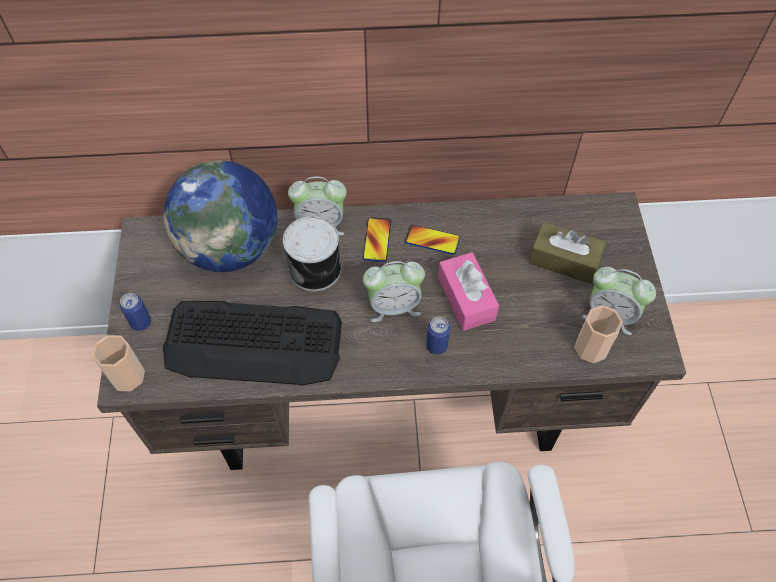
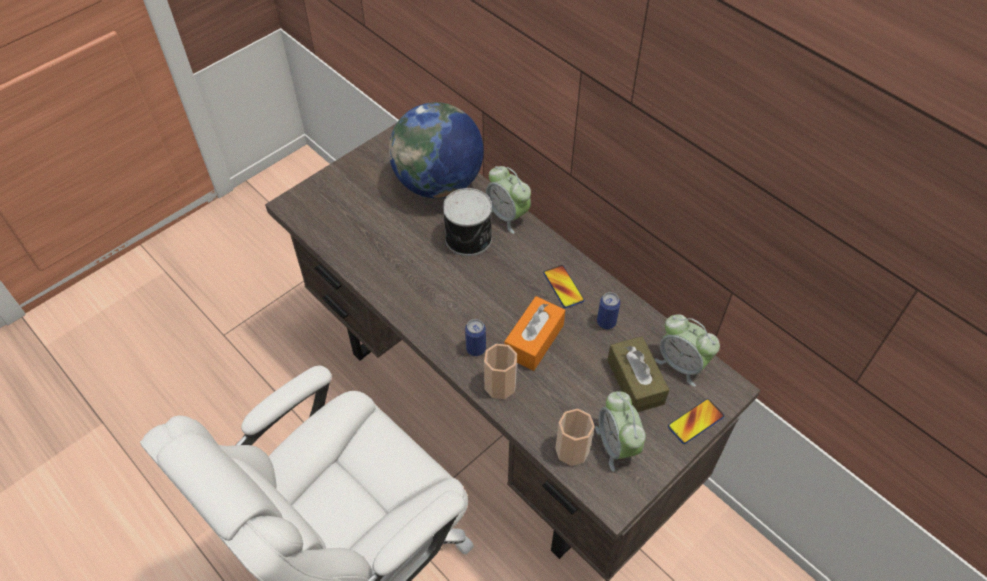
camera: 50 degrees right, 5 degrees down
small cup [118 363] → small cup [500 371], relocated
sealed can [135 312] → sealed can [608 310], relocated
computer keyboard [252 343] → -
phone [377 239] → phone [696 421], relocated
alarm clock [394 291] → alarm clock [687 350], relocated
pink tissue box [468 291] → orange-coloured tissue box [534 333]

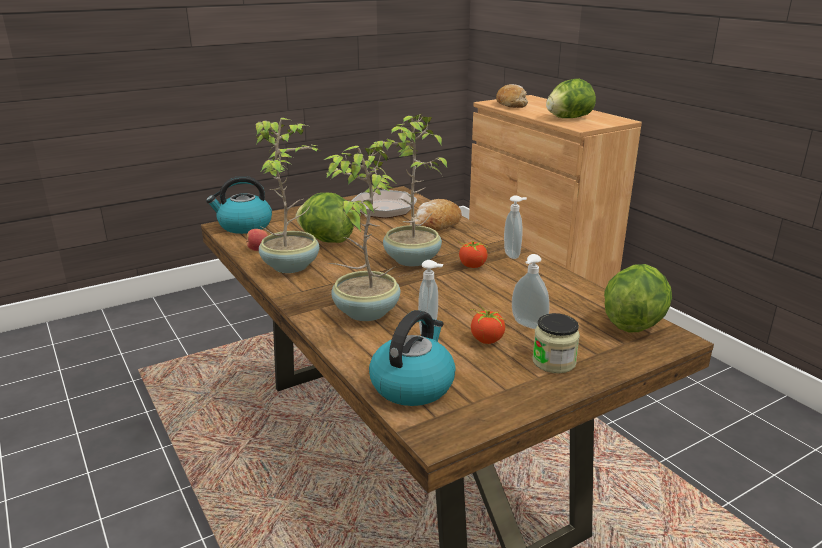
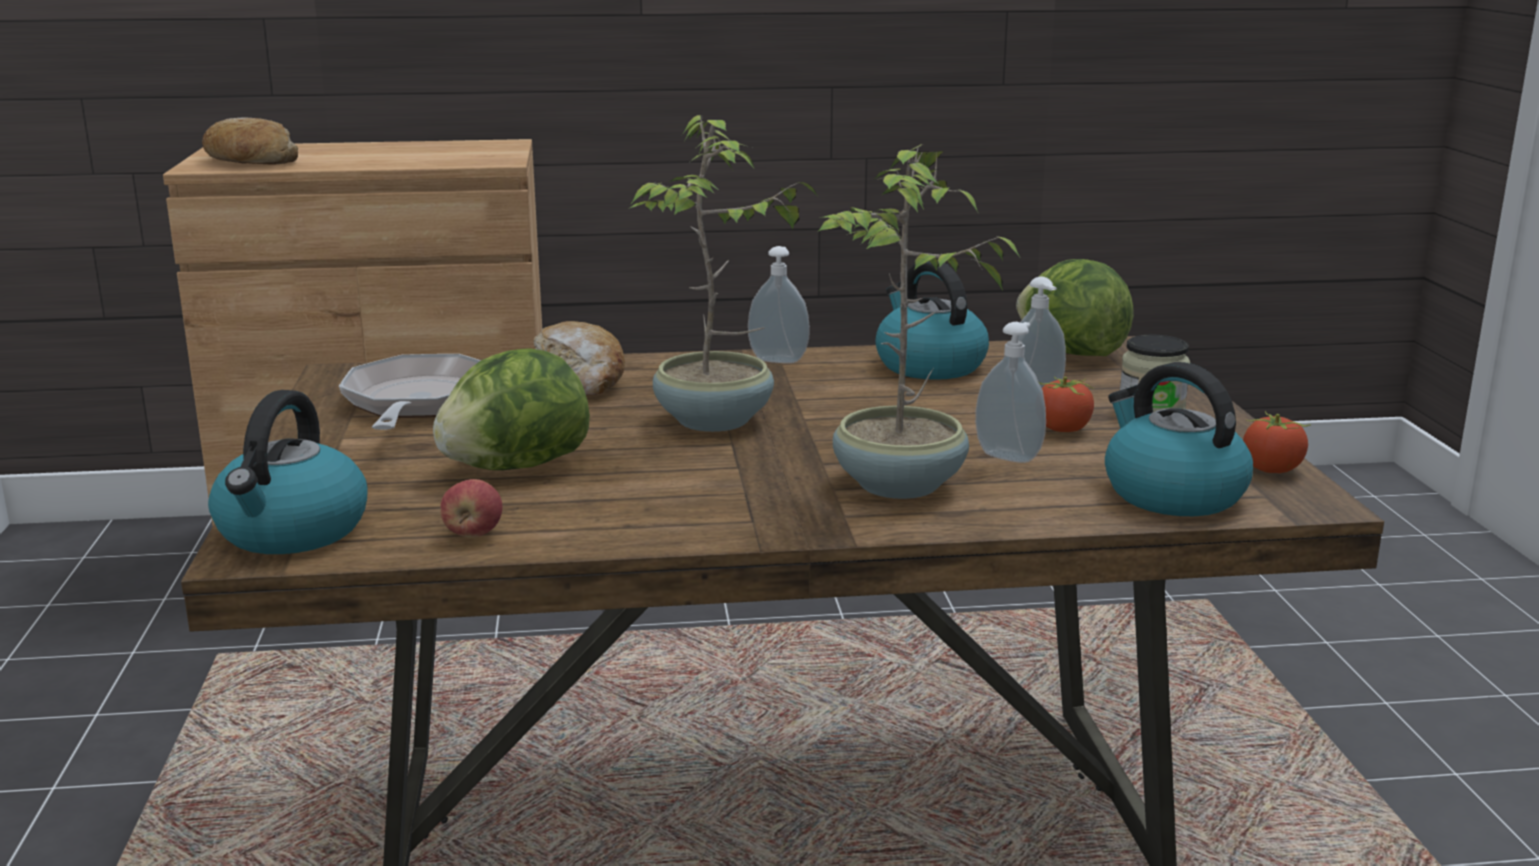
camera: 65 degrees left, 5 degrees down
potted plant [289 195] → -
tomato [473 254] → tomato [1277 442], relocated
lettuce head [571 98] → -
- → water kettle [932 320]

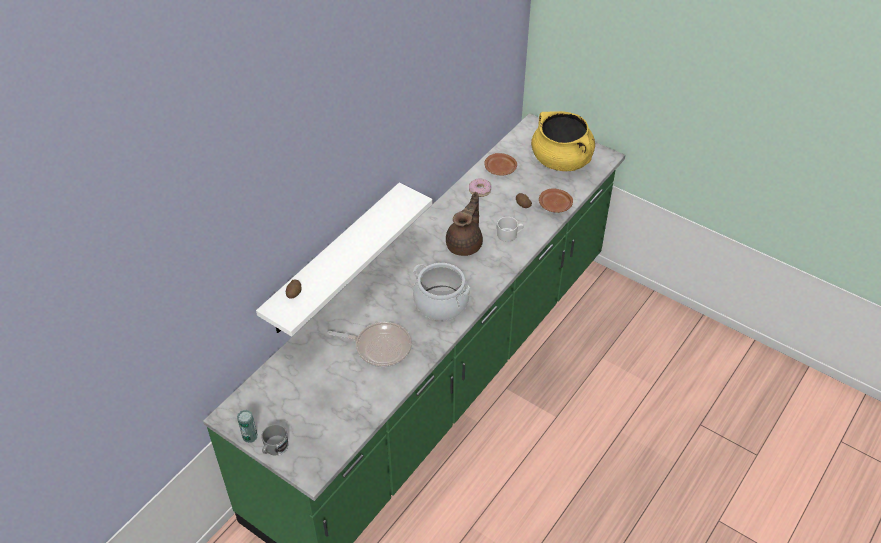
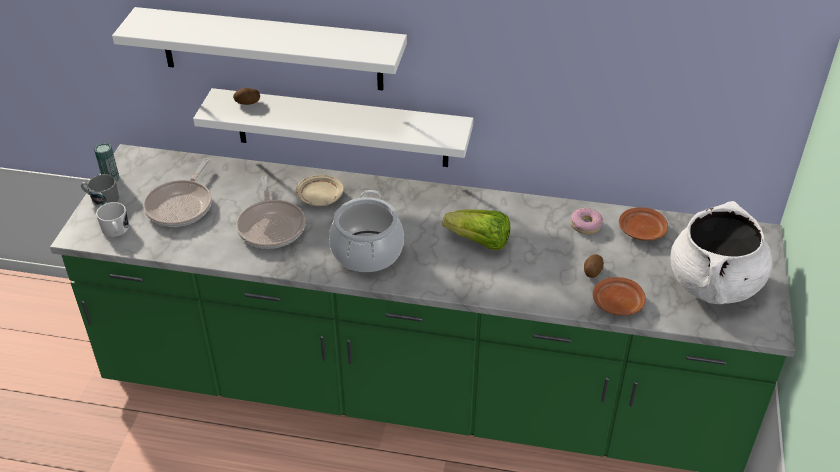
camera: 65 degrees right, 5 degrees down
brown-coloured tea pot [464 224] → lettuce head [476 230]
white tea mug [510 229] → white tea mug [112 219], relocated
yellowish stockpot [563 141] → white stockpot [721 252]
- → white wall shelf [259 48]
- → frying pan [177 192]
- → beige-coloured flat dish [320 190]

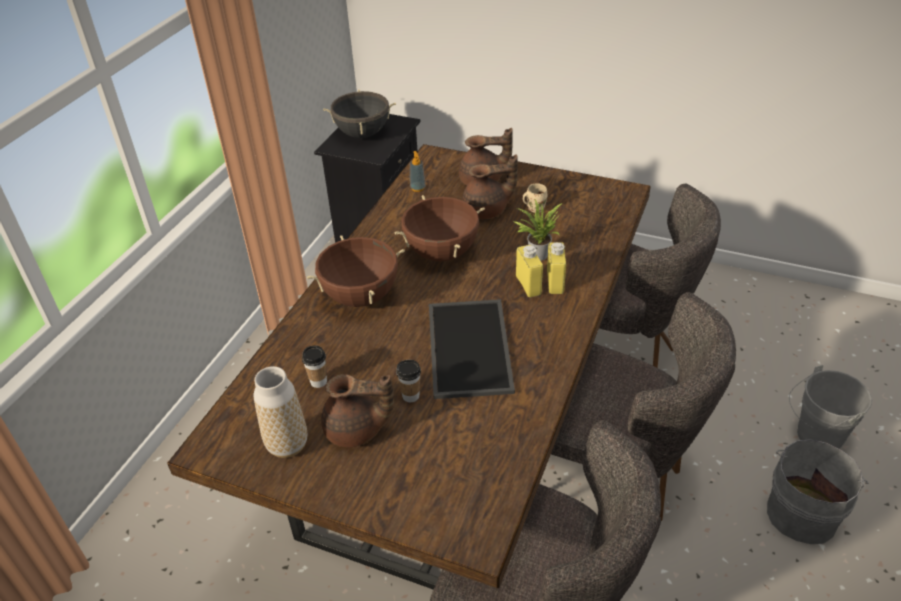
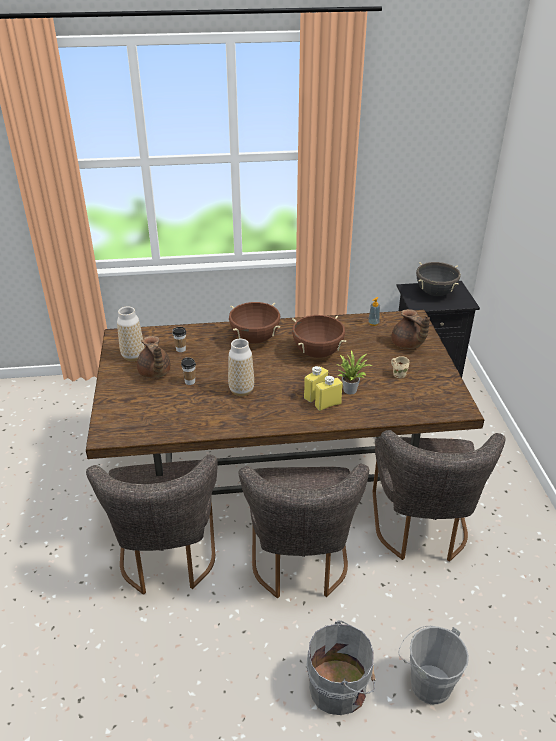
camera: 60 degrees right, 5 degrees down
carrying tray [472 349] → flower vase [241 367]
brown-coloured tea pot [490 186] → -

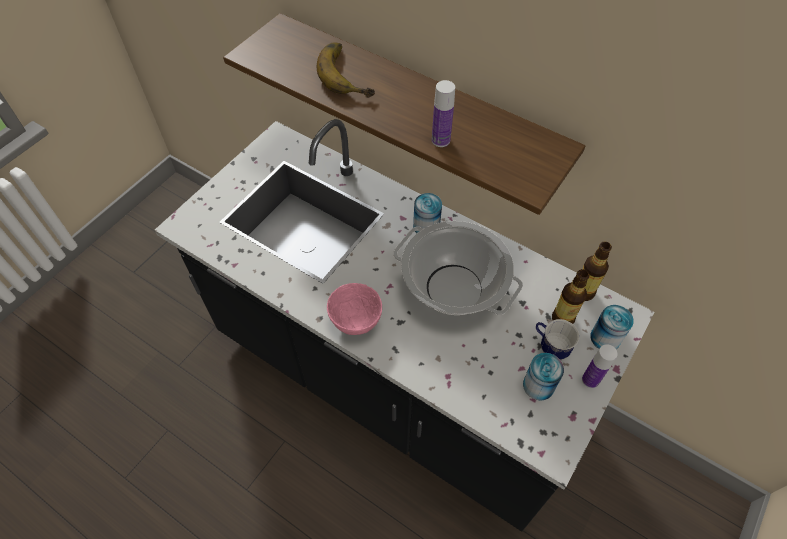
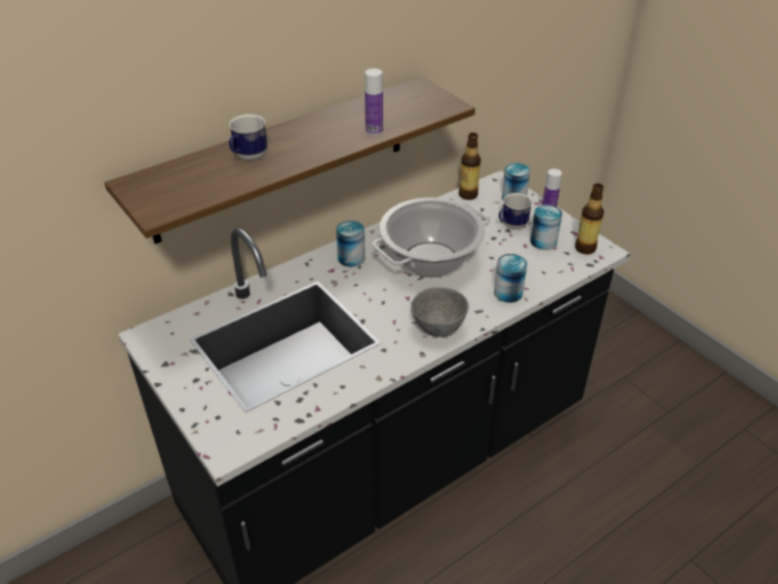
camera: 70 degrees left, 15 degrees down
banana [346 70] → tea mug [248 137]
pink bowl [354 309] → gray bowl [440 312]
drink bottle [570 296] → drink bottle [589 218], relocated
- → sealed can [510 278]

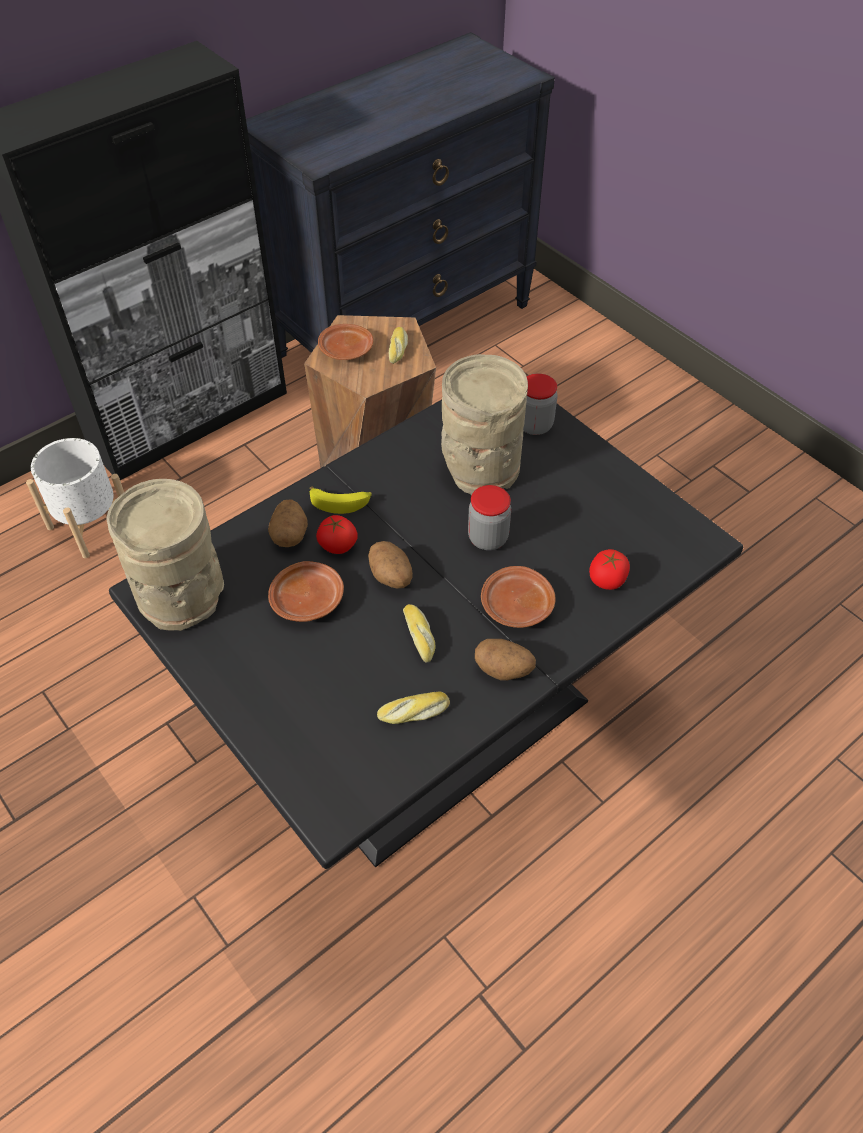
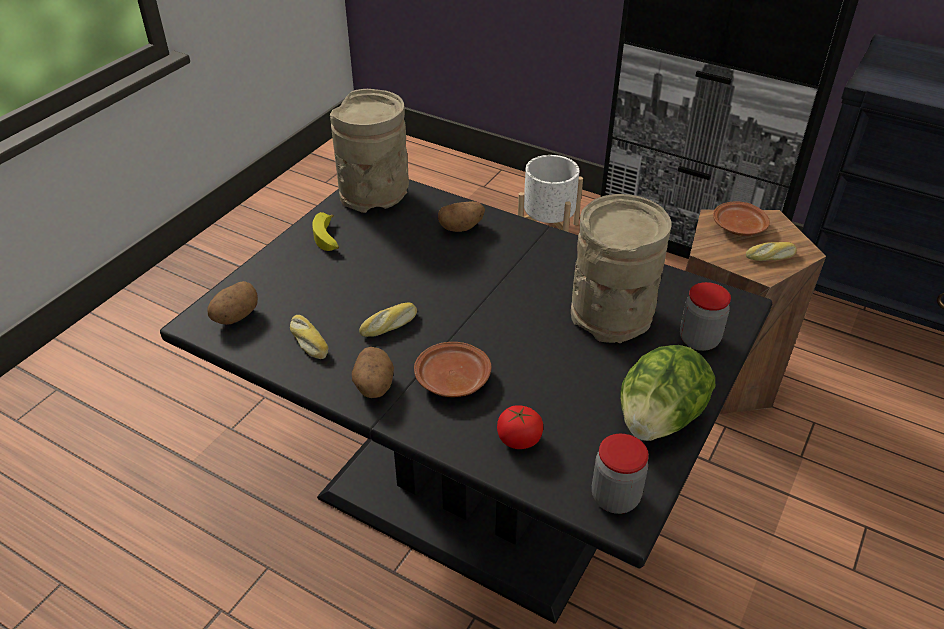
camera: 70 degrees right, 10 degrees down
brown-coloured flat dish [306 591] → -
banana [341 500] → banana [325 231], relocated
tomato [337 534] → -
potato [390 565] → potato [233 303], relocated
preserve jar [489 517] → preserve jar [620 474], relocated
- → lettuce head [667 393]

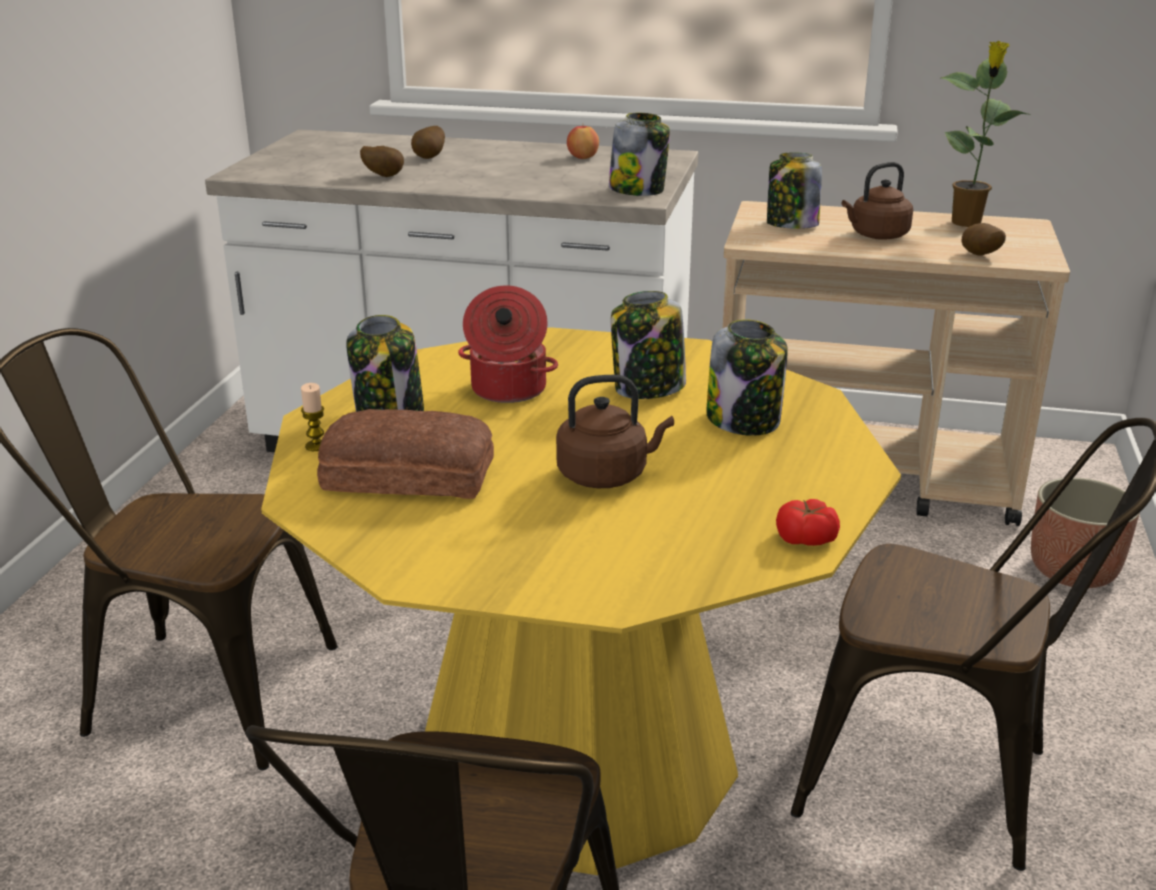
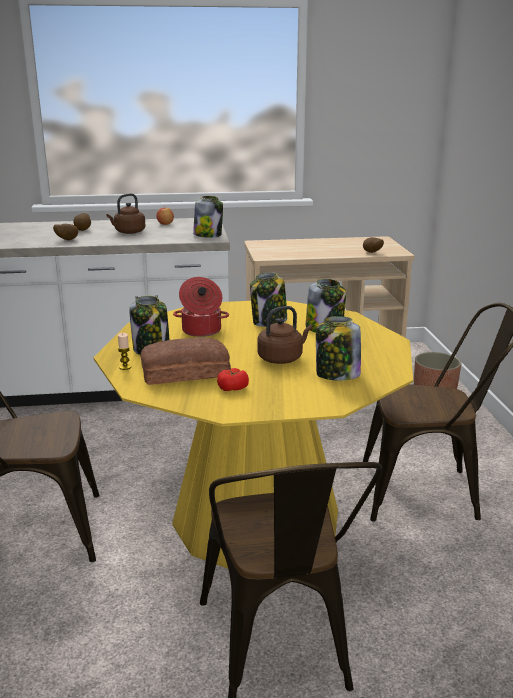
camera: 20 degrees left, 5 degrees down
preserve jar [794 191] → preserve jar [338 348], relocated
tomato [808 522] → tomato [233 379], relocated
brown-coloured water kettle [877 201] → brown-coloured water kettle [126 213], relocated
potted plant [986 134] → -

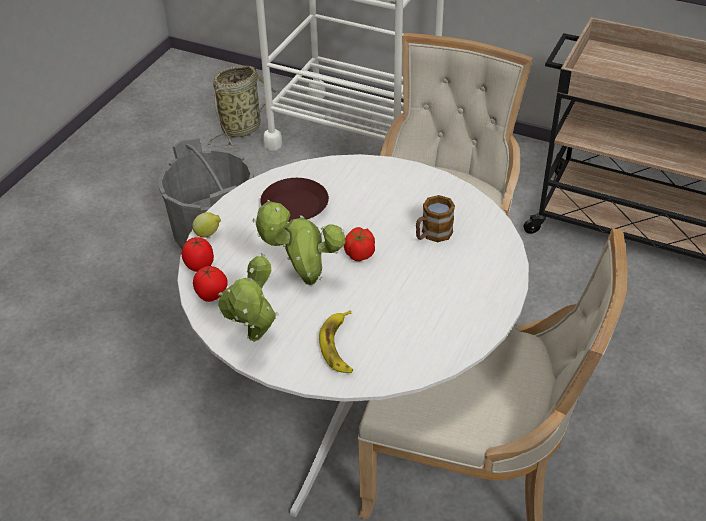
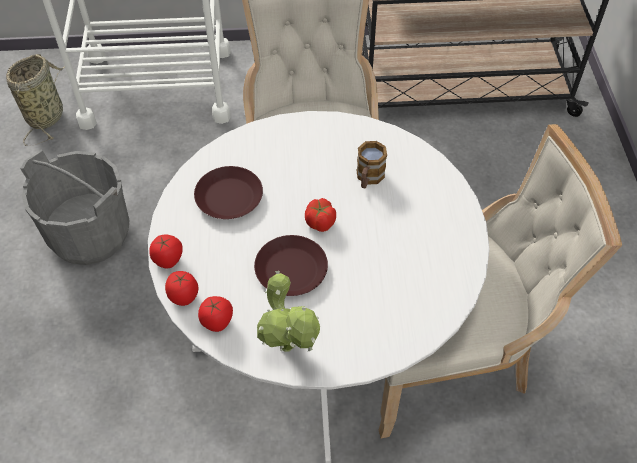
camera: 30 degrees left, 10 degrees up
citrus fruit [206 225] → tomato [166 252]
potted plant [299 242] → brown-coloured flat dish [291 265]
banana [336 342] → -

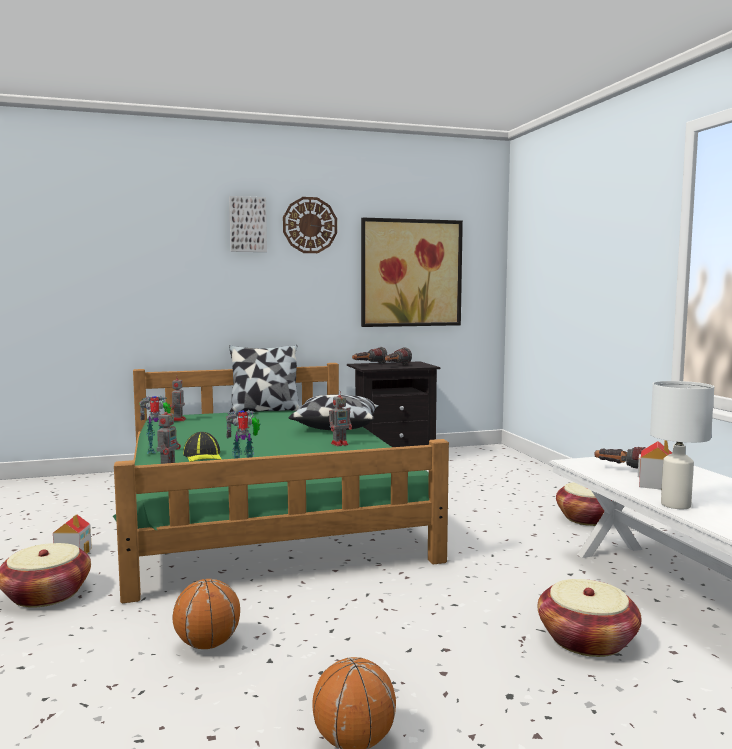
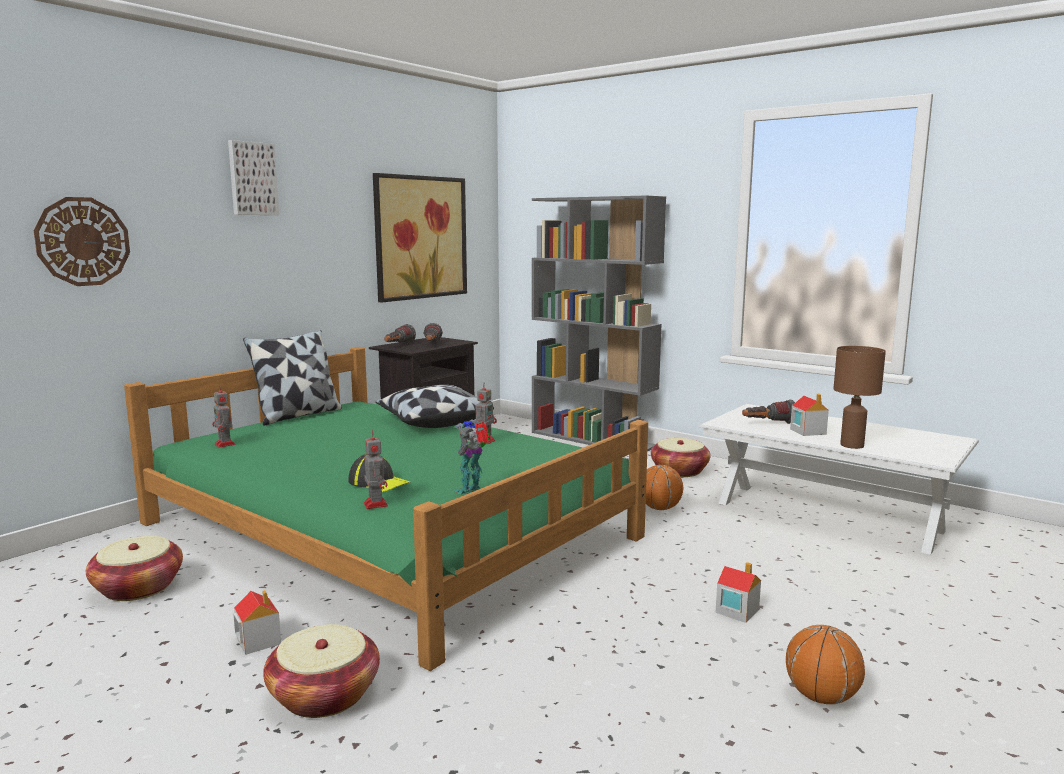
camera: 35 degrees left, 5 degrees up
model robot [155 425] → -
ball for basketball [206 614] → ball for basketball [664 487], relocated
clock on the wall [310 225] → clock on the wall [82 241], relocated
basket [589 618] → basket [134 568], relocated
white tabletop lamp [682 445] → brown-coloured tabletop lamp [859 397]
- → gray shelving unit [599 323]
- → toy house [738 592]

